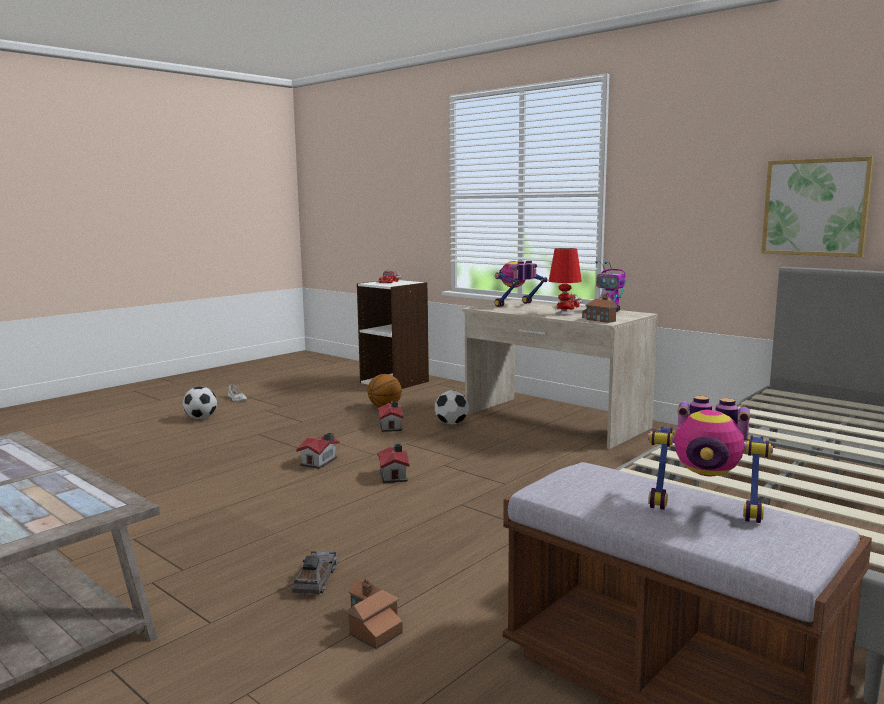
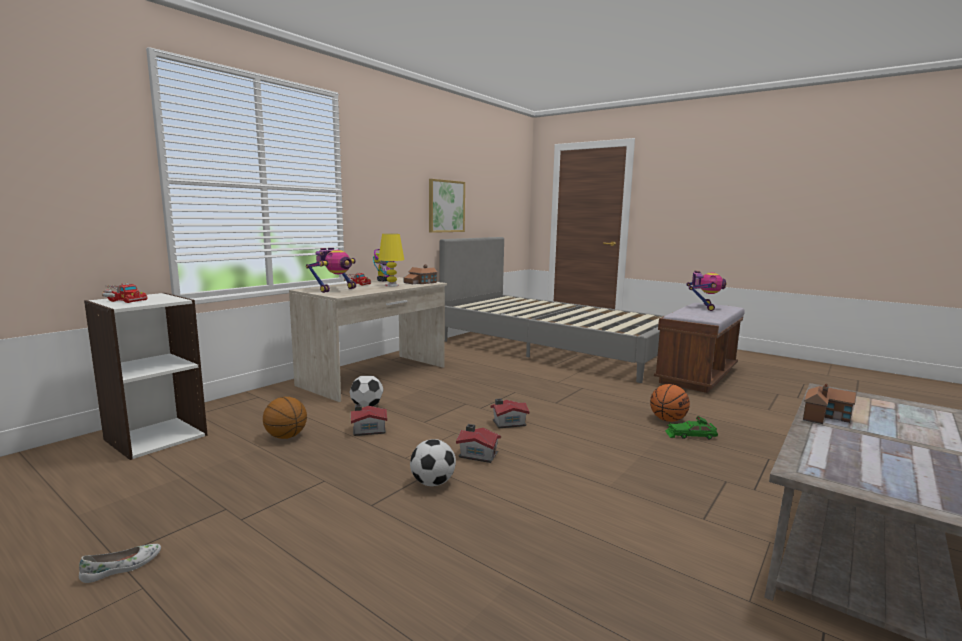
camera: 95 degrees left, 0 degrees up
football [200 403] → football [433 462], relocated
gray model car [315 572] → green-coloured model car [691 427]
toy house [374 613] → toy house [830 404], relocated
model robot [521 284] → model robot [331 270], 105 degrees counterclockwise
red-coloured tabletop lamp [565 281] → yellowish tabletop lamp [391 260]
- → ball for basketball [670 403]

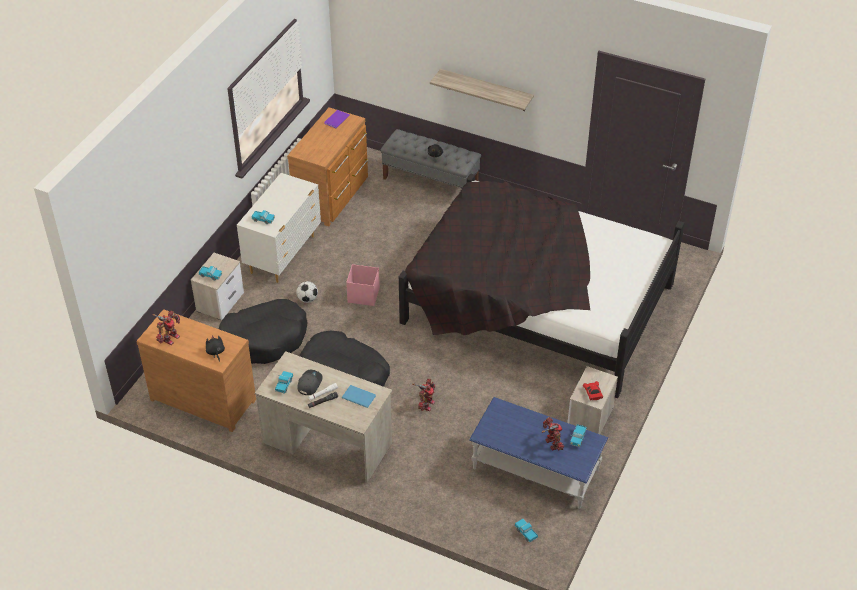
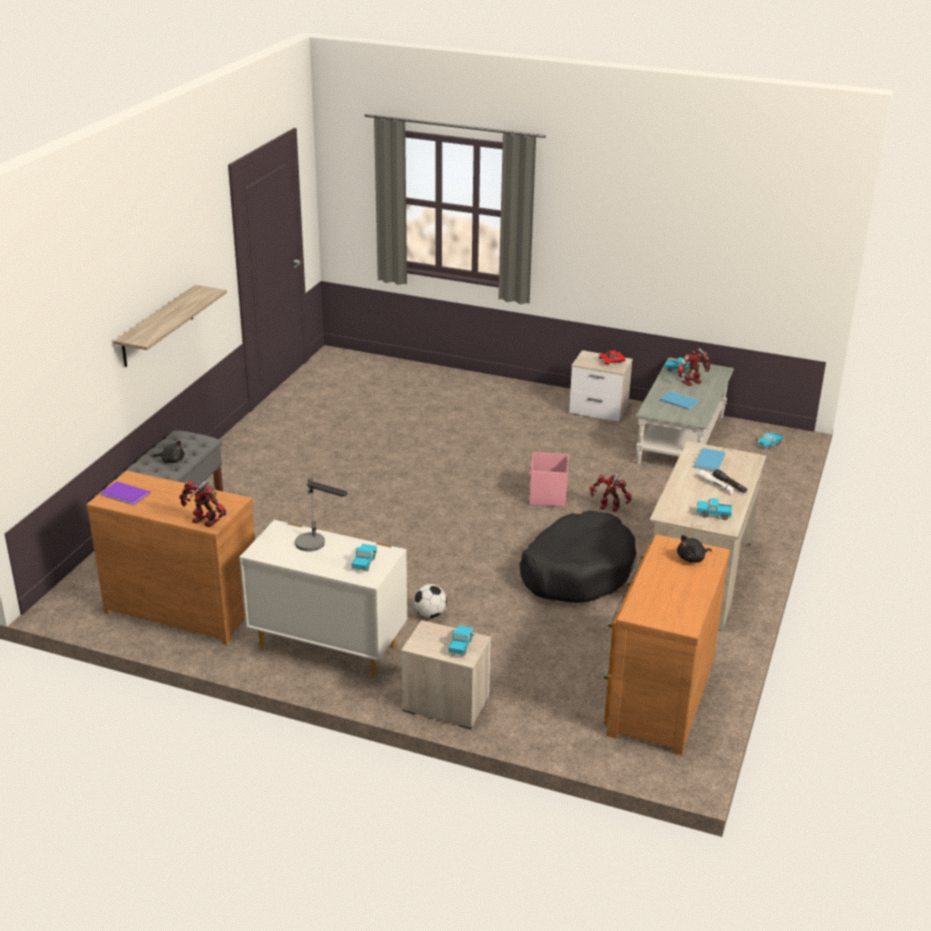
camera: 95 degrees left, 15 degrees down
model robot [166 328] → model robot [202 503], relocated
black pet bed [263 331] → -
gray baseball cap [310 382] → -
pink storage box [363 285] → pink storage box [549 479], relocated
black bedroom bed [542 285] → -
blue low table [538 453] → gray low table [685 411]
- → tabletop lamp [321 515]
- → blue volume [679 400]

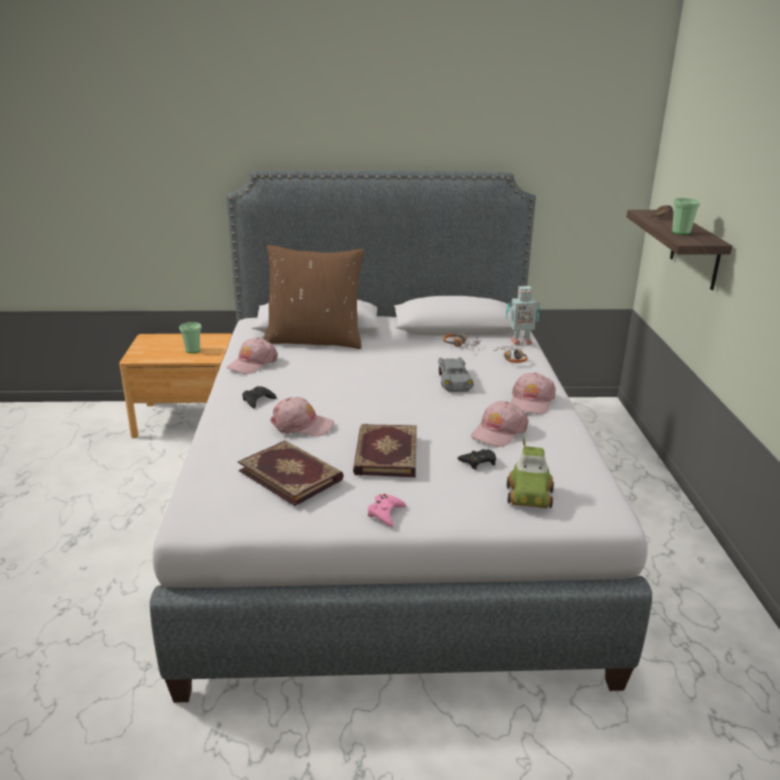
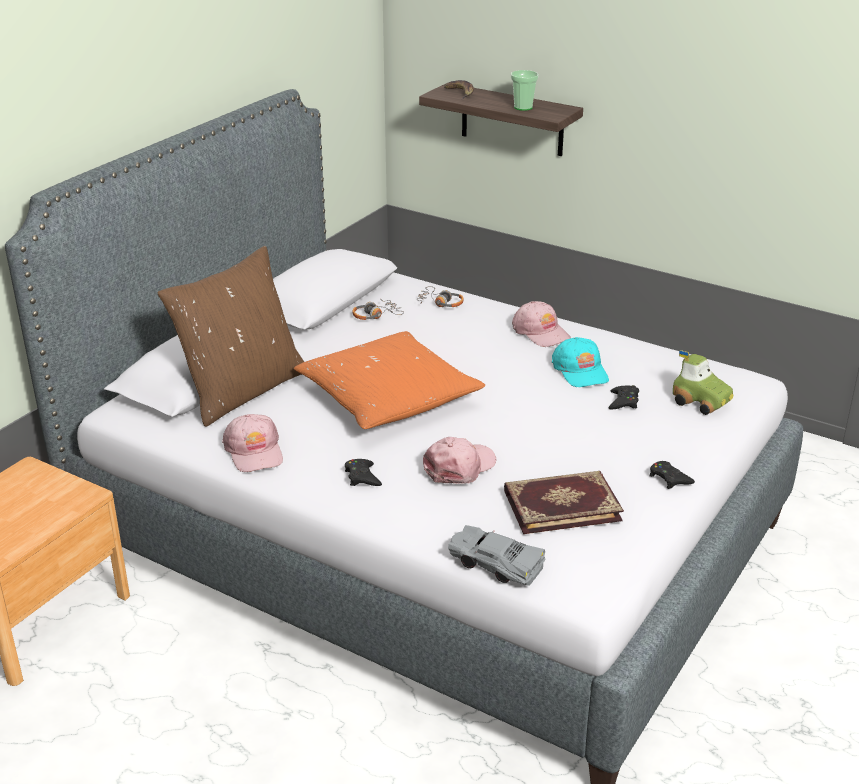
camera: 55 degrees left, 5 degrees up
small cup [190 337] → -
volume [385 450] → -
pink game controller [386 510] → black game controller [672 475]
gray model car [456 374] → gray model car [496 555], relocated
pink baseball cap [500 424] → blue-green baseball cap [580 362]
model robot [523 315] → -
- → orange-coloured cushion [389 380]

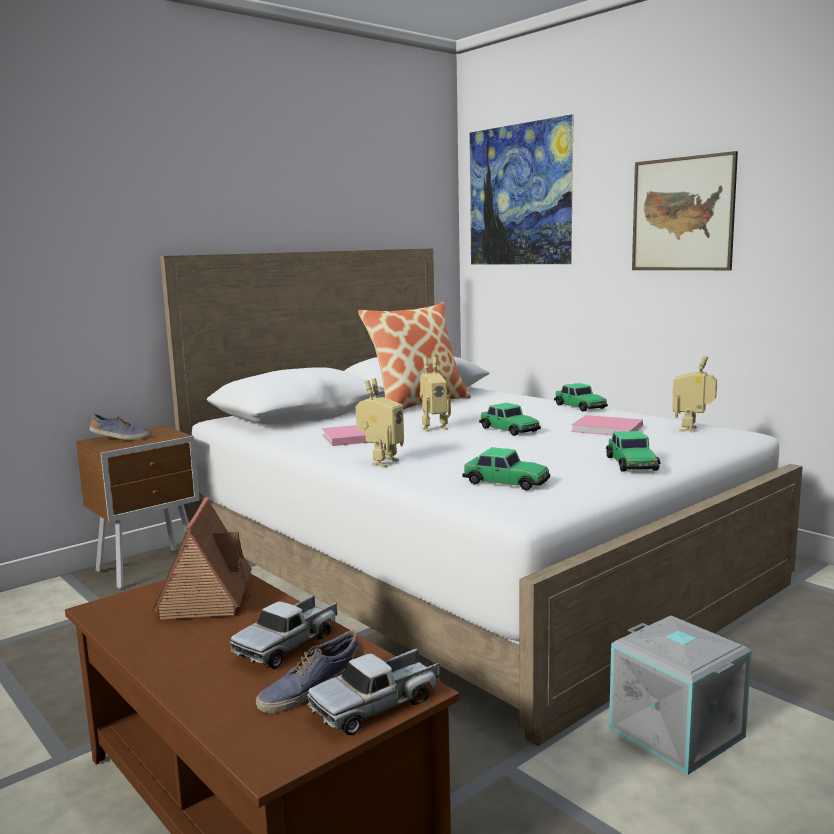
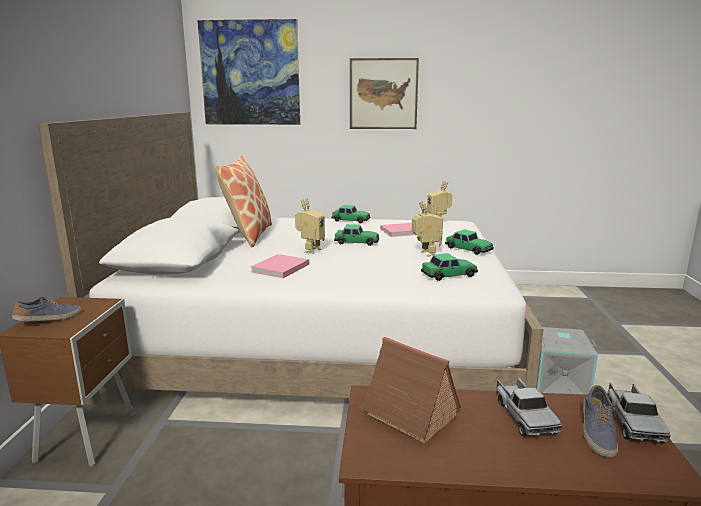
camera: 45 degrees left, 5 degrees up
model robot [380 422] → model robot [427 229], relocated

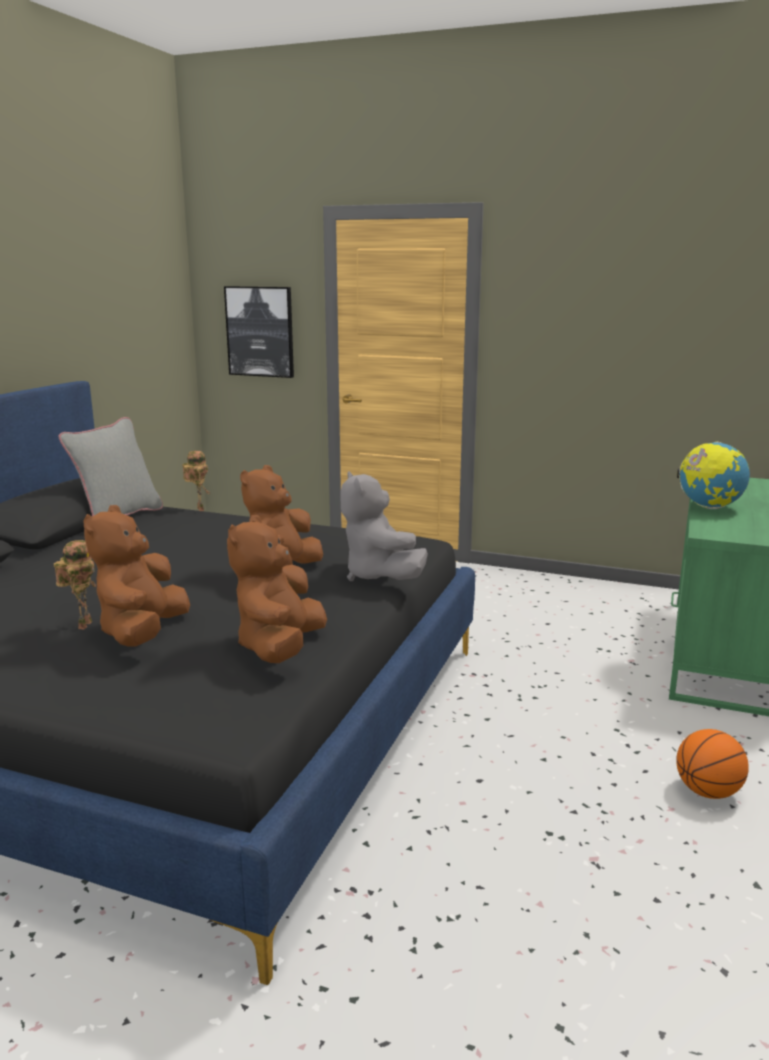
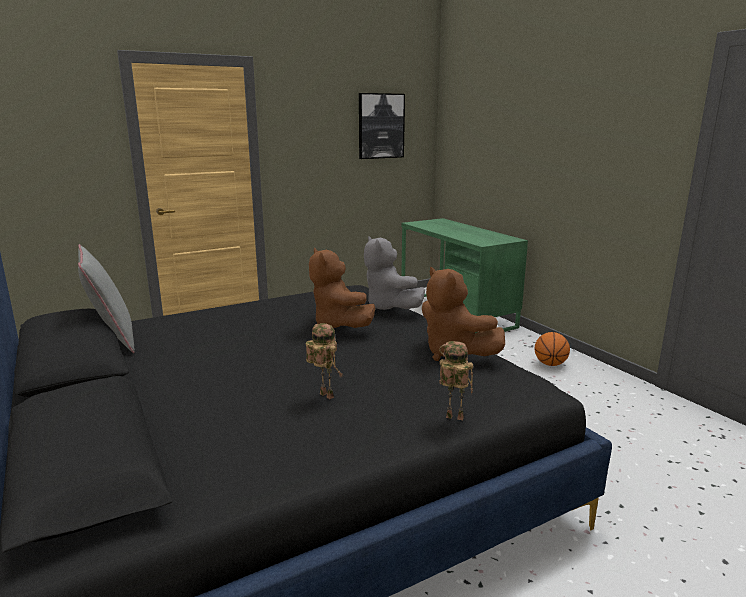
camera: 50 degrees left, 0 degrees up
brown-coloured cuddly toy [136 576] → -
model robot [195 481] → model robot [456 380], relocated
picture [259 332] → picture [382 126], relocated
gray cuddly toy [384 526] → gray cuddly toy [394 273], 45 degrees clockwise
globe [713 475] → -

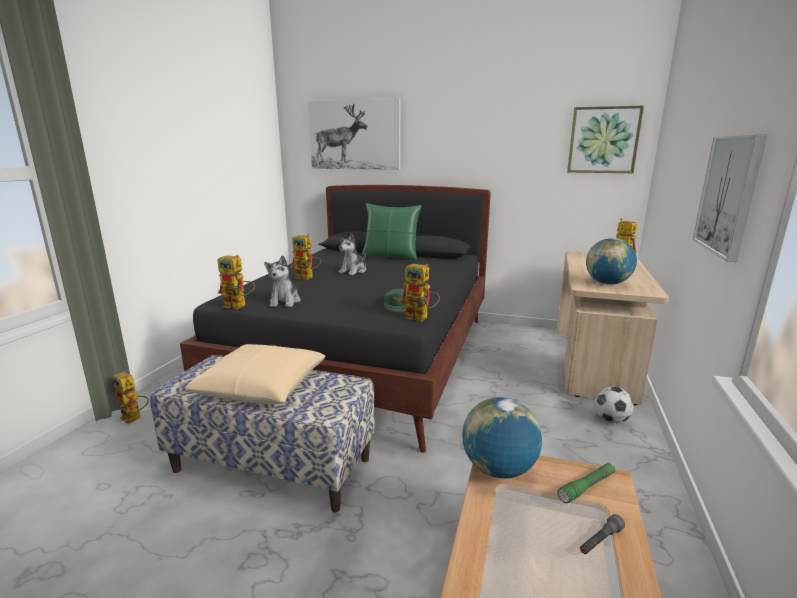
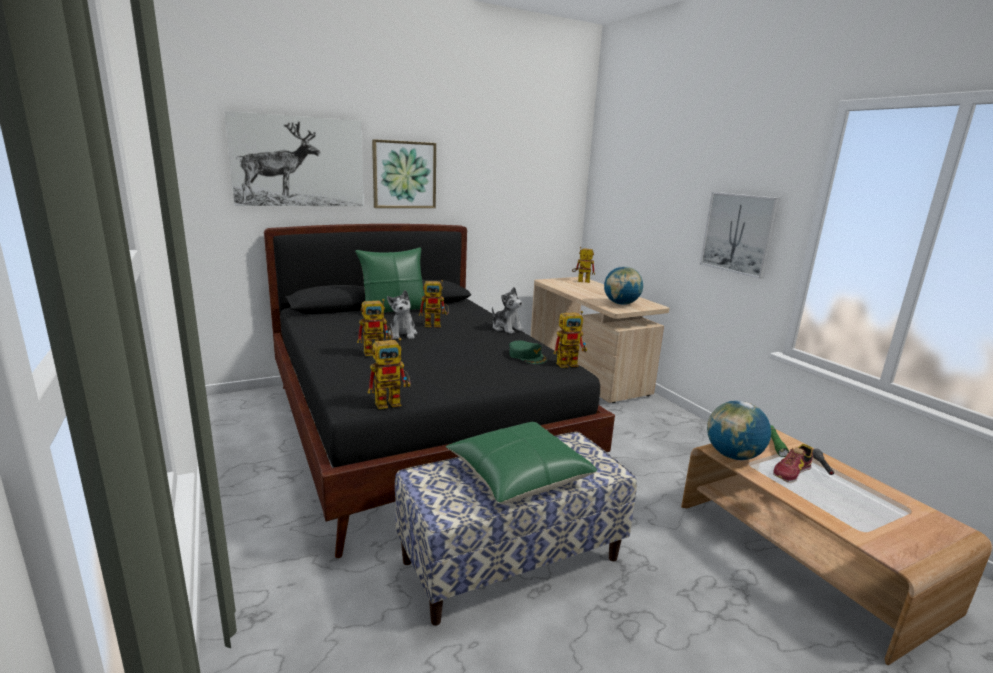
camera: 45 degrees left, 0 degrees up
model robot [130 397] → model robot [434 303], relocated
beige-coloured cushion [255 374] → green-coloured cushion [521 463]
cuddly toy [282 281] → cuddly toy [508 310], relocated
picture [605 139] → picture [404 173], relocated
football [614 404] → -
- → item of footwear [793 463]

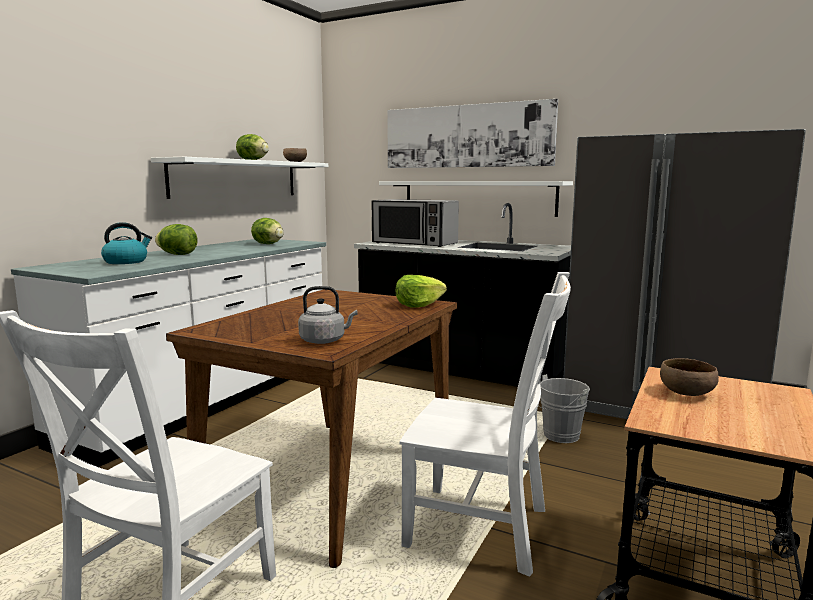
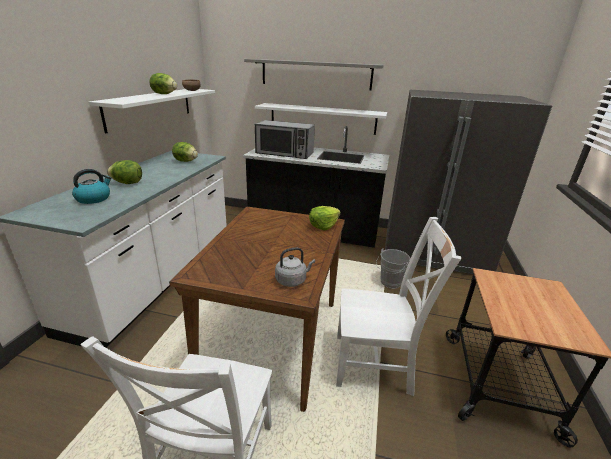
camera: 15 degrees left, 15 degrees up
picture [472 133] → gray wall shelf [314 74]
brown-coloured bowl [689 377] → -

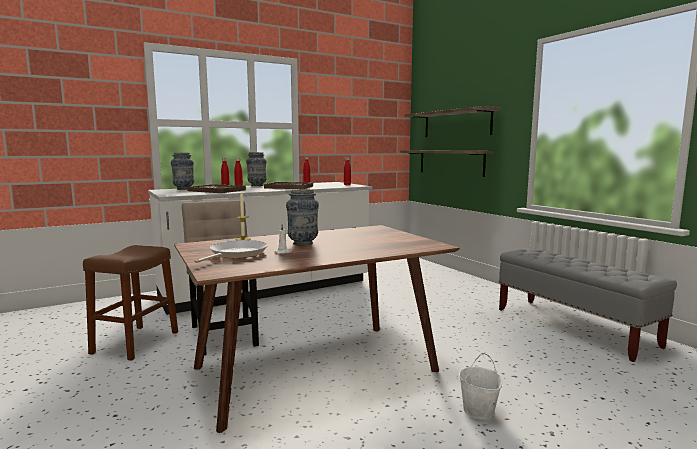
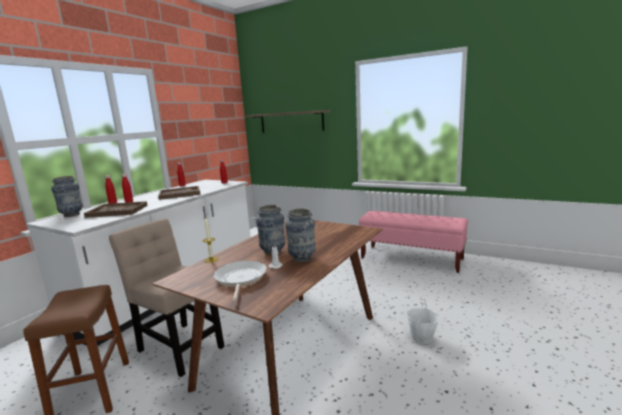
camera: 30 degrees left, 5 degrees up
flower vase [256 169] → flower vase [300 235], relocated
wall shelf [447 163] → -
gray bench [588 305] → pink bench [413 242]

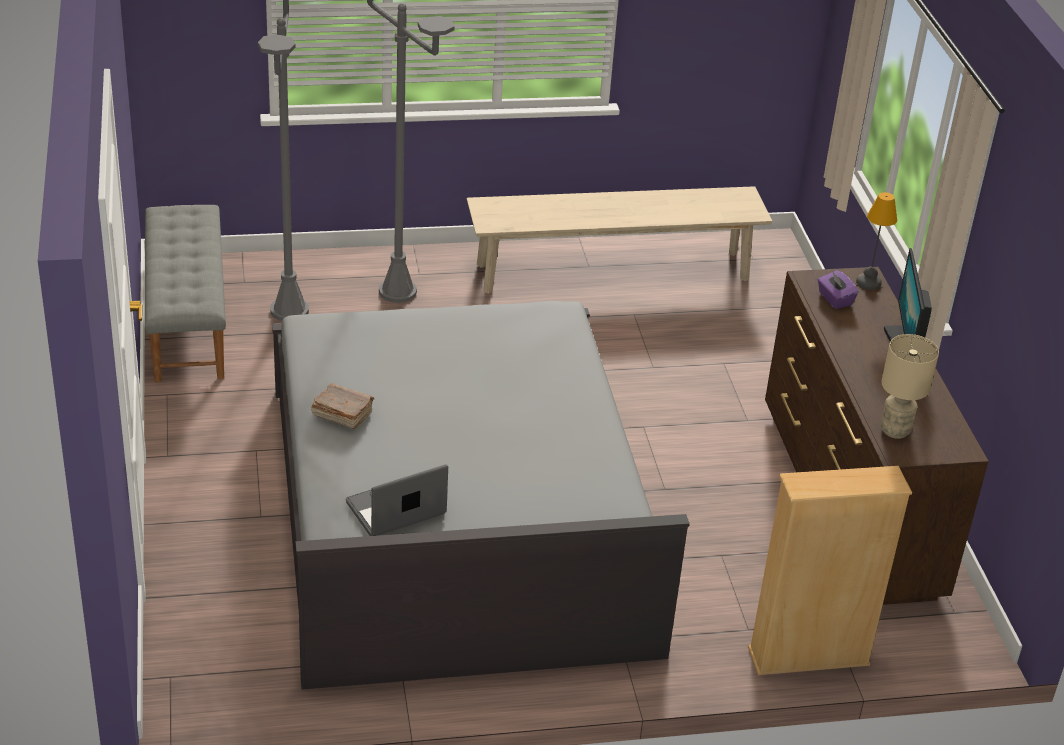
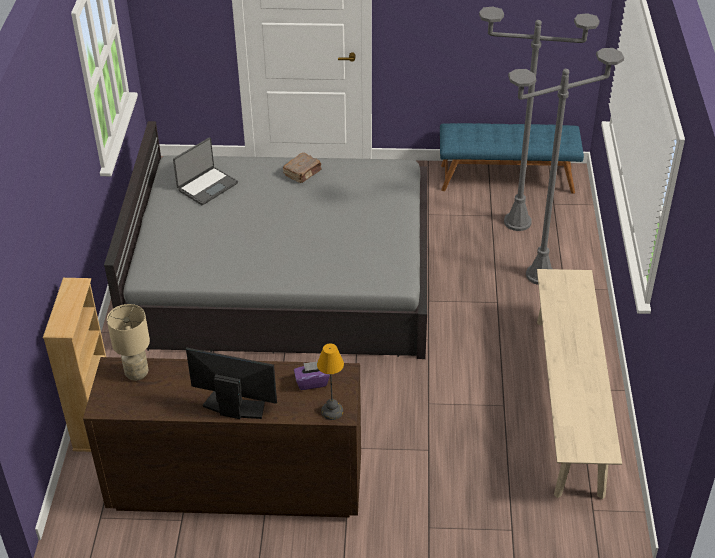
camera: 105 degrees right, 5 degrees up
gray bench [185 294] → blue bench [512 158]
portable computer [397 500] → portable computer [205 171], 60 degrees clockwise

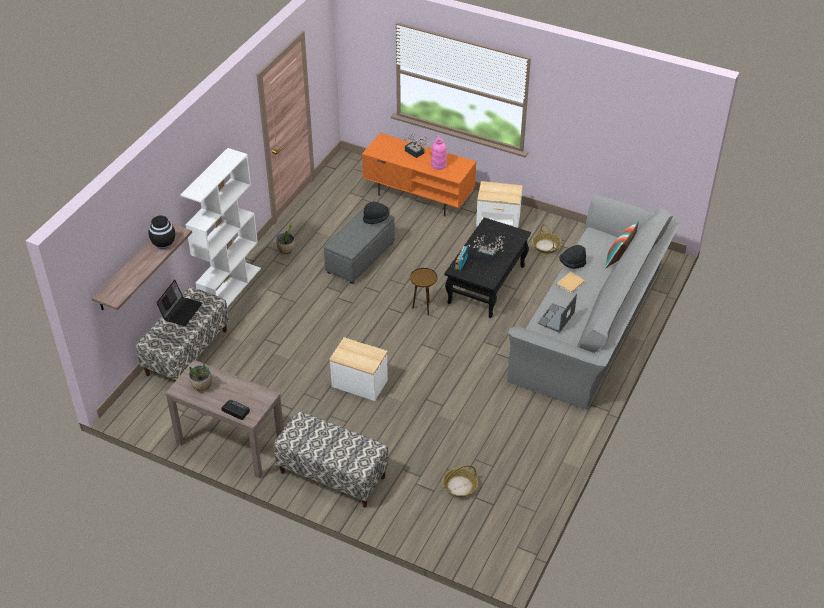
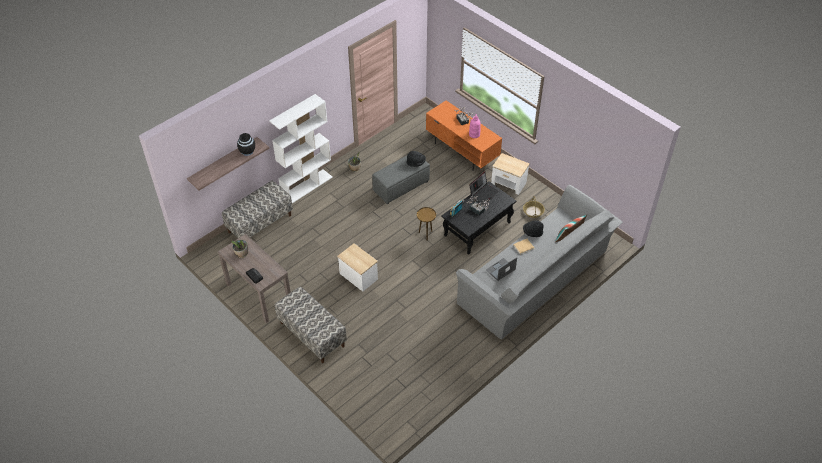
camera: 20 degrees right, 5 degrees up
portable computer [179 303] → portable computer [484 188], relocated
basket [460 481] → -

